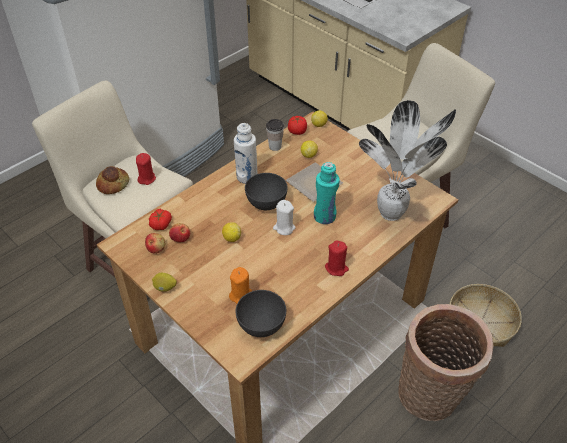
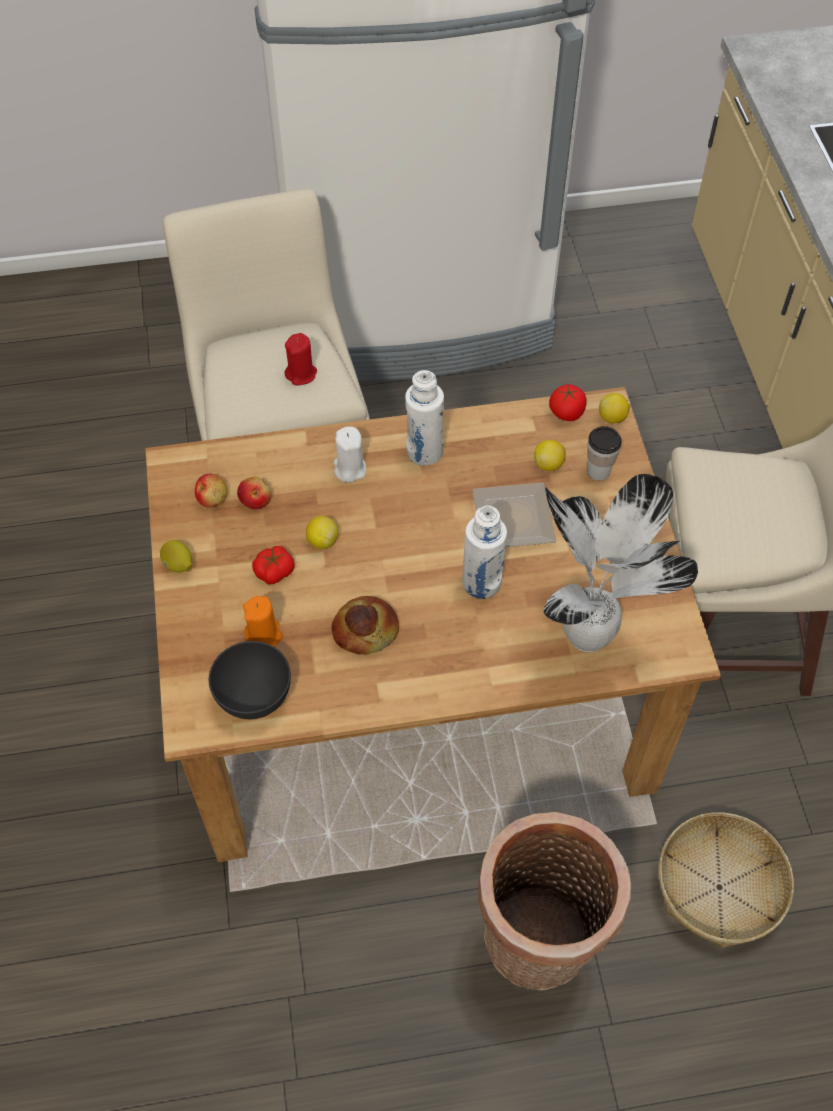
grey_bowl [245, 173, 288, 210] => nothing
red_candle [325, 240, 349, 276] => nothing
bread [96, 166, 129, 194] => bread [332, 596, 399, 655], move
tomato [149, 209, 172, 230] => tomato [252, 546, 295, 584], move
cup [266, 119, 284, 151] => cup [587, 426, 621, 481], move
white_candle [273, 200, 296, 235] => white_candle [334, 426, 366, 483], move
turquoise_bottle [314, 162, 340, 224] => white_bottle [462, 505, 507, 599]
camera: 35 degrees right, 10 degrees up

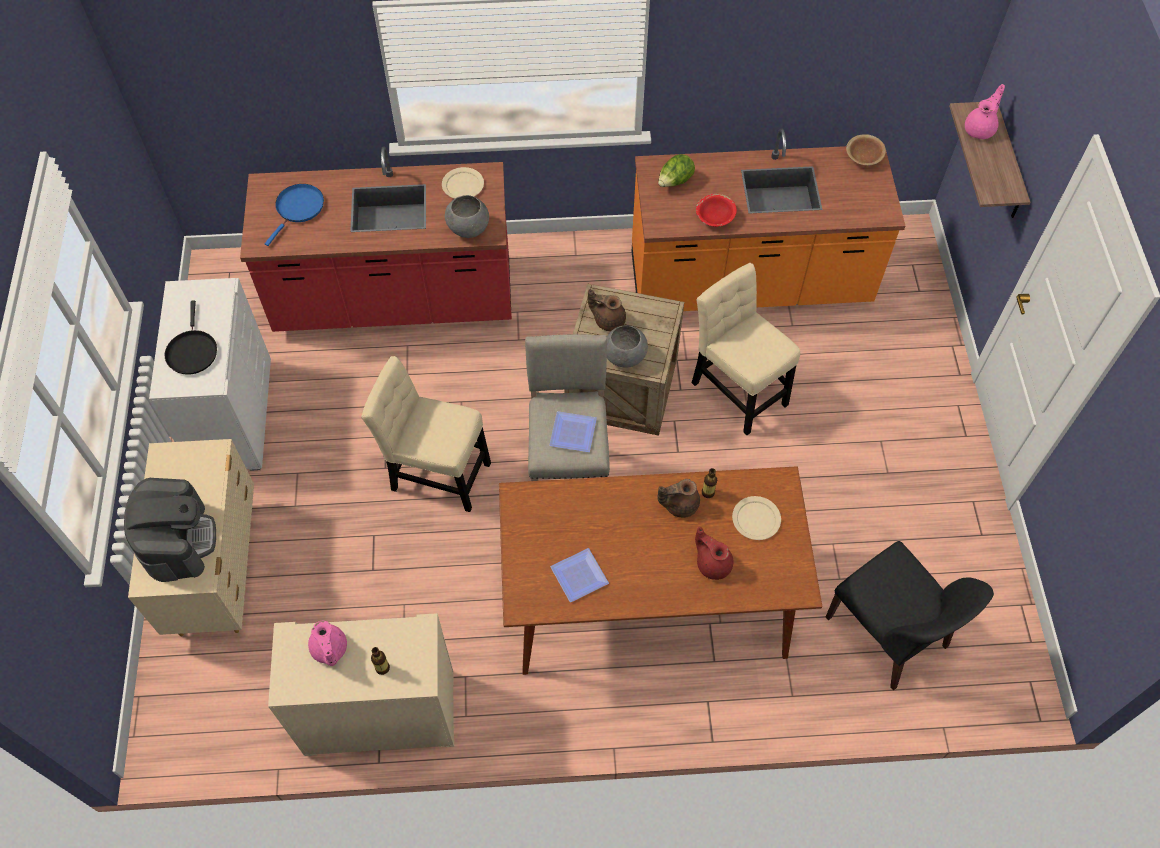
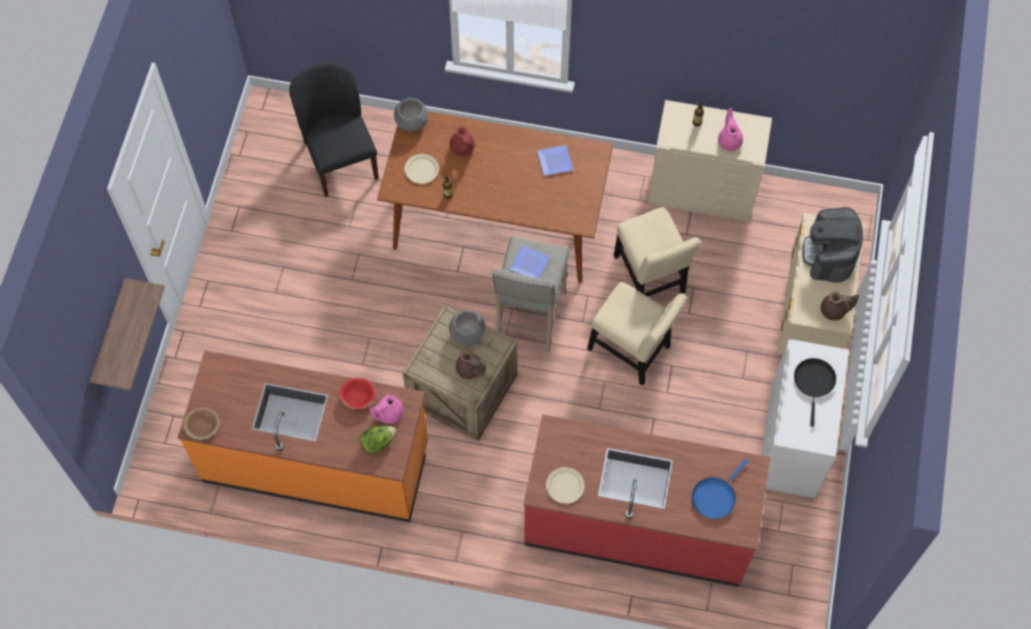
grey_bowl [445, 195, 489, 238] => grey_bowl [394, 98, 428, 132], move
brown_teapot [657, 479, 700, 518] => brown_teapot [821, 292, 859, 321], move
beige_chair [692, 263, 800, 435] => beige_chair [614, 207, 701, 297], move
pink_teapot [965, 84, 1005, 139] => pink_teapot [370, 394, 403, 424], move
camera: 165 degrees left, 5 degrees up

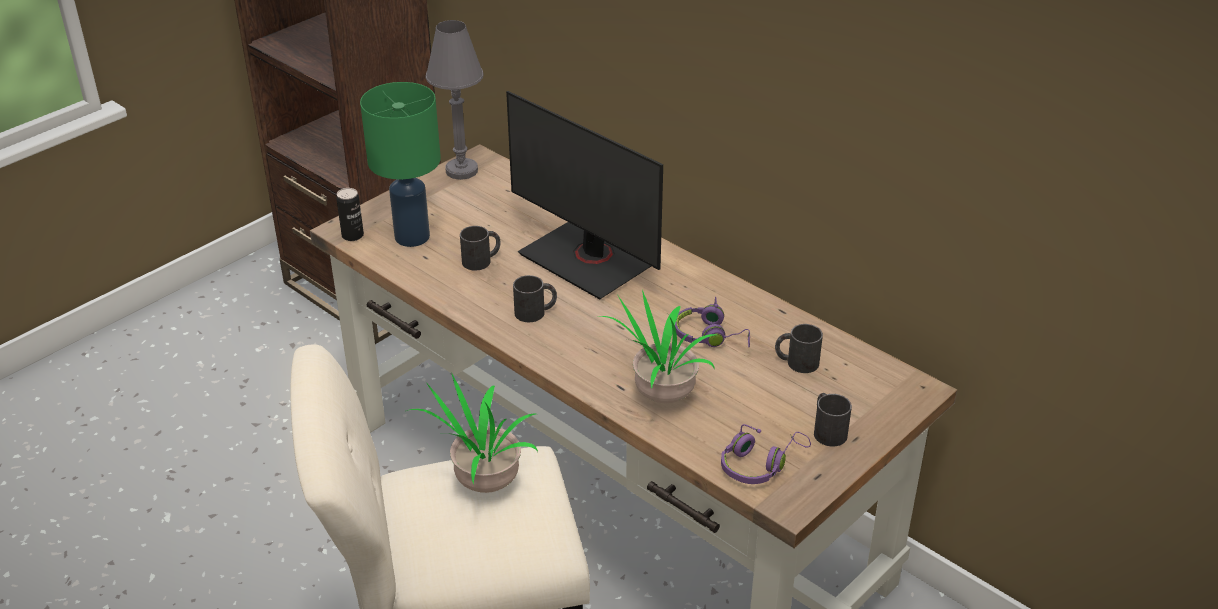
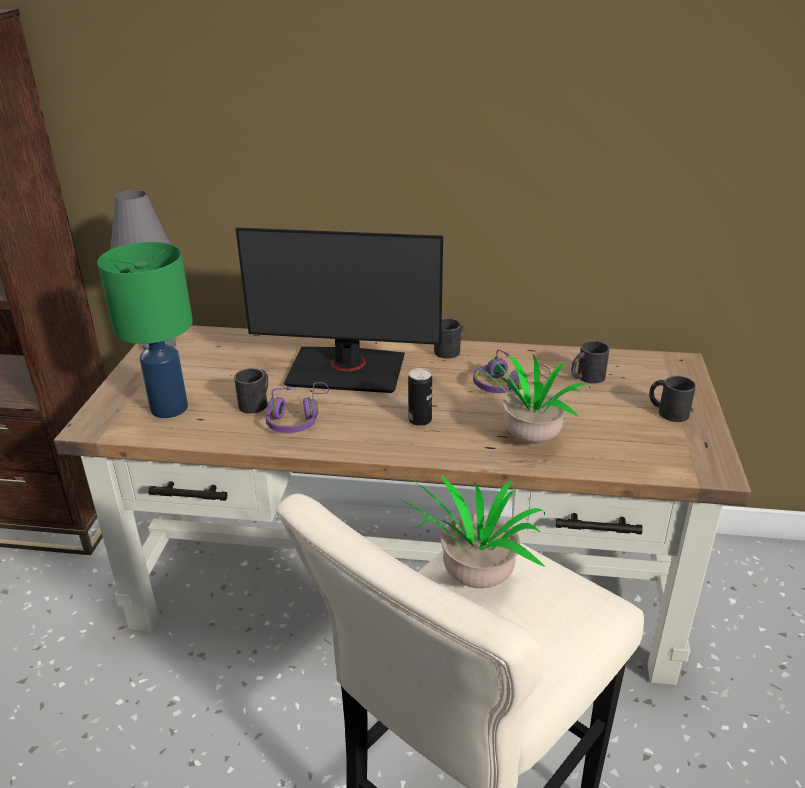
can [336, 188, 364, 241] => can [408, 368, 432, 426], move
black_mug [513, 275, 557, 322] => black_mug [434, 318, 464, 359], move
purple_headphones [721, 424, 811, 484] => purple_headphones [265, 382, 329, 433], move
camera: 35 degrees left, 5 degrees down

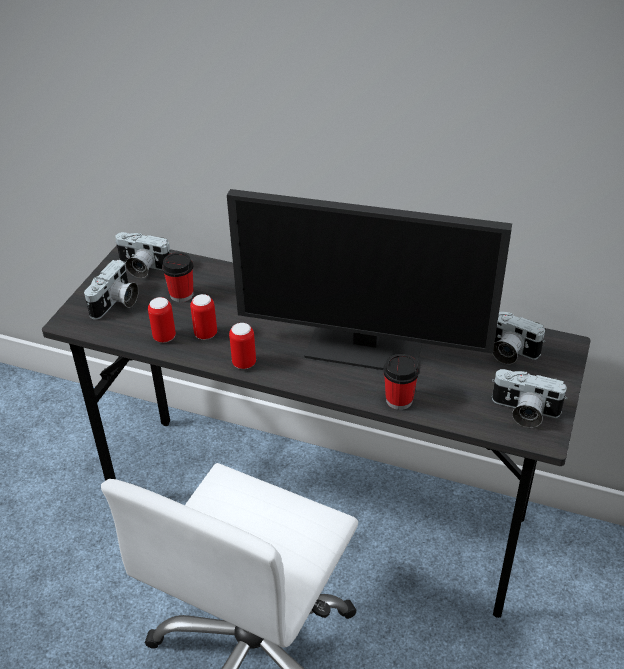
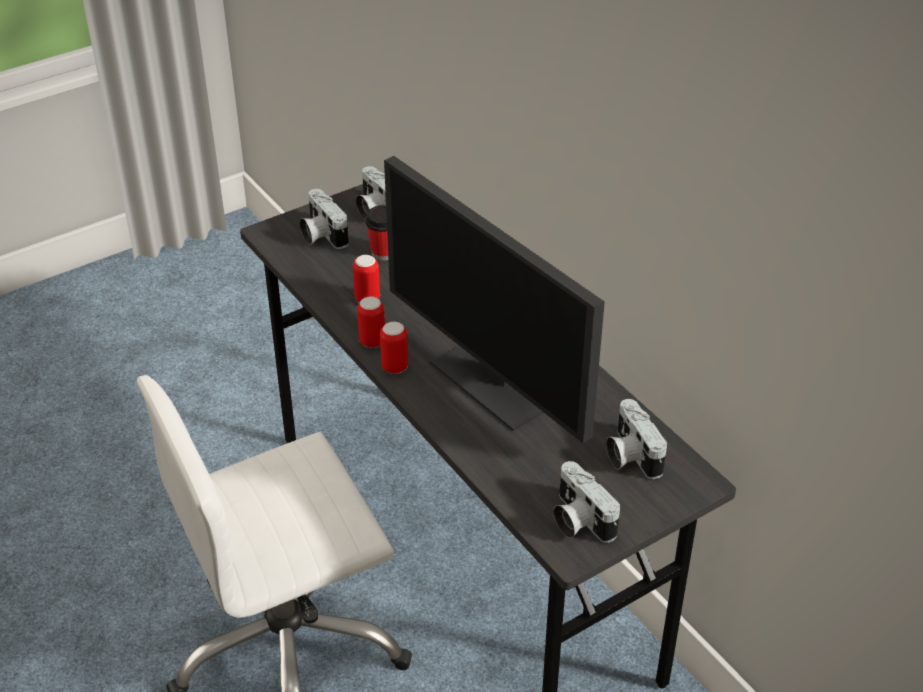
cup [383, 354, 419, 410] => nothing
can [148, 297, 176, 343] => can [380, 322, 408, 374], move
photo_camera [84, 260, 139, 319] => photo_camera [300, 189, 349, 249], 90 degrees clockwise
camera: 35 degrees right, 0 degrees up

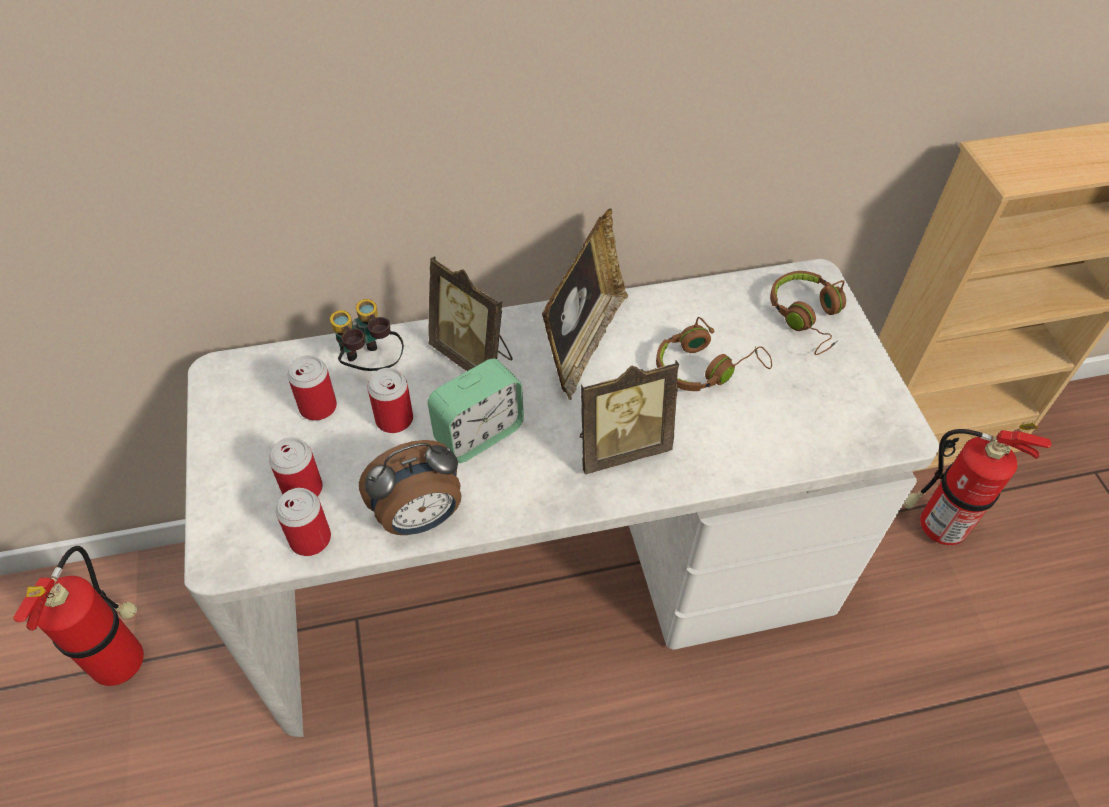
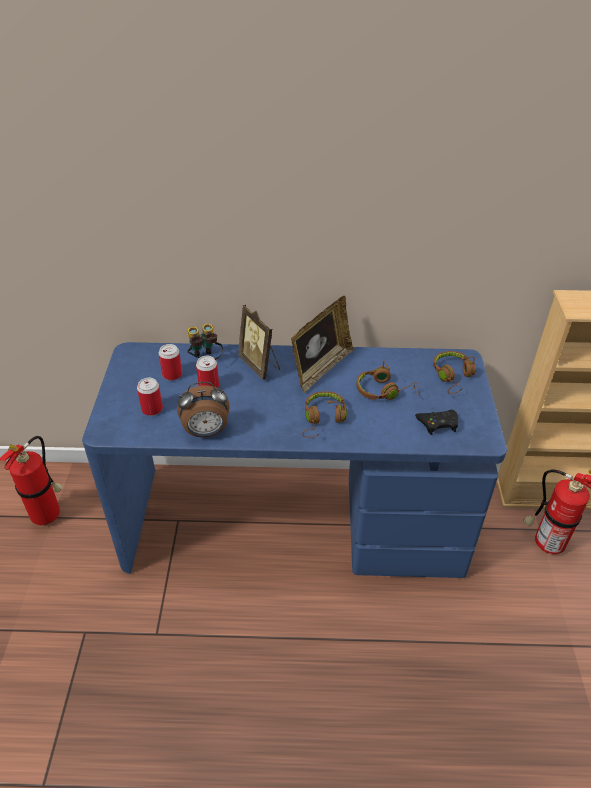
can [276, 488, 331, 556] => nothing
alarm_clock [427, 358, 524, 463] => nothing
nothing => black_game_controller [415, 410, 458, 435]
picture_frame [580, 360, 679, 474] => brown_headphones [302, 391, 347, 437]
white_desk [184, 259, 939, 737] => blue_desk [82, 342, 507, 578]
camera: 15 degrees right, 10 degrees down

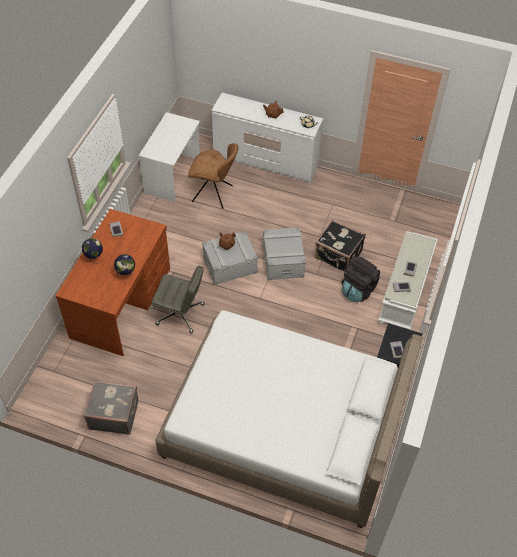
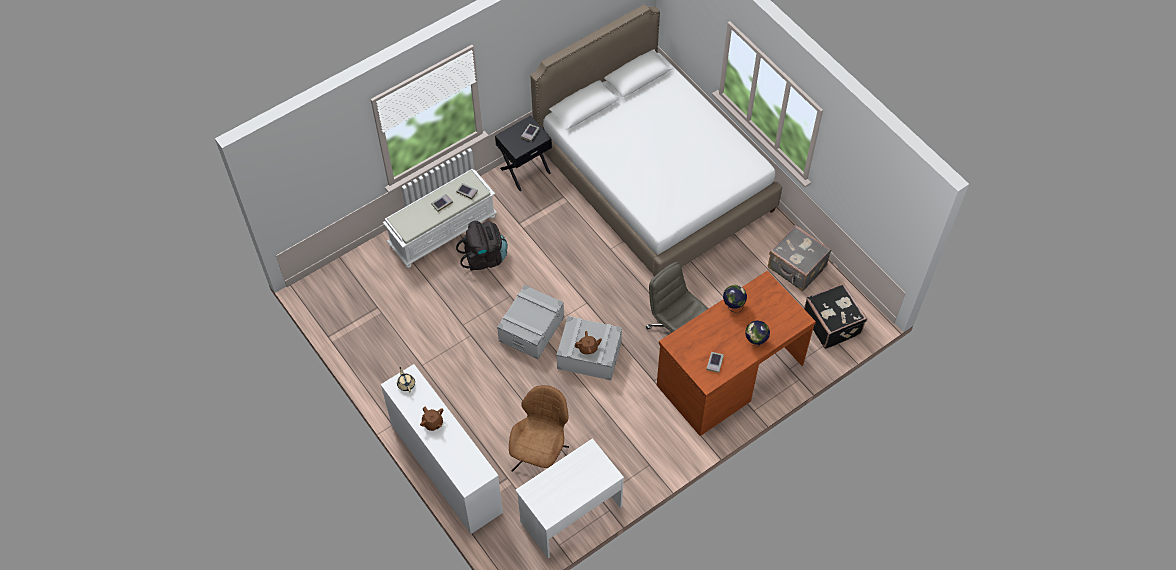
black_suitcase [315, 219, 366, 272] => black_suitcase [804, 283, 867, 349], move
brown_chair [188, 143, 238, 209] => brown_chair [509, 385, 569, 472], 60 degrees clockwise
camera: 145 degrees left, 5 degrees up

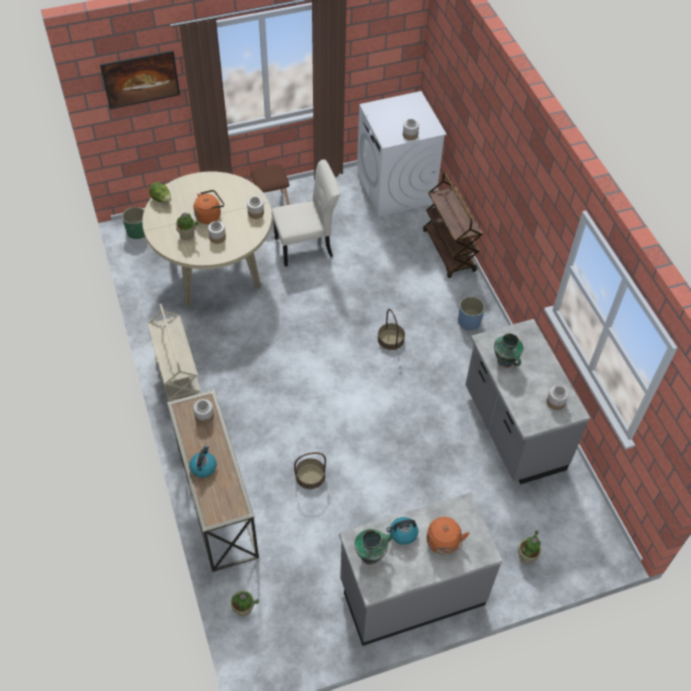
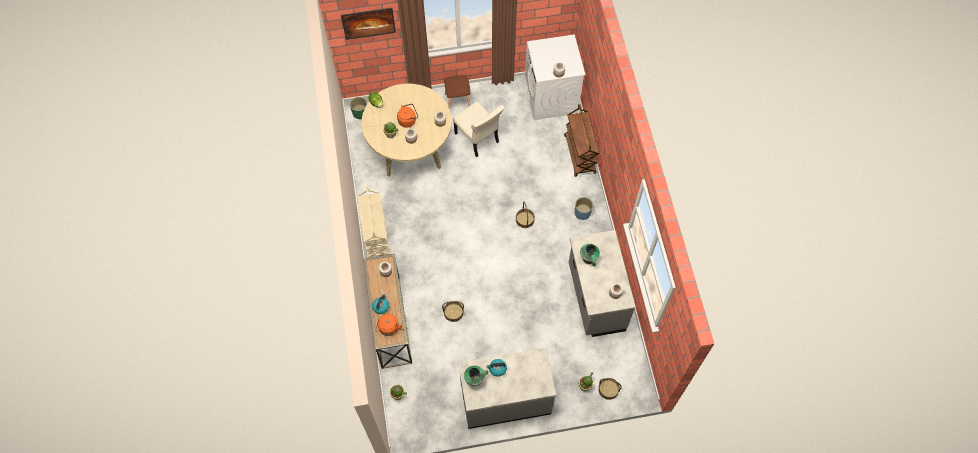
nothing => basket [598, 378, 622, 400]
orange_kettle [427, 517, 469, 555] => orange_kettle [376, 314, 402, 336], move
beige_chair [272, 160, 340, 267] => beige_chair [453, 102, 504, 157], 60 degrees clockwise
camera: 10 degrees right, 10 degrees up

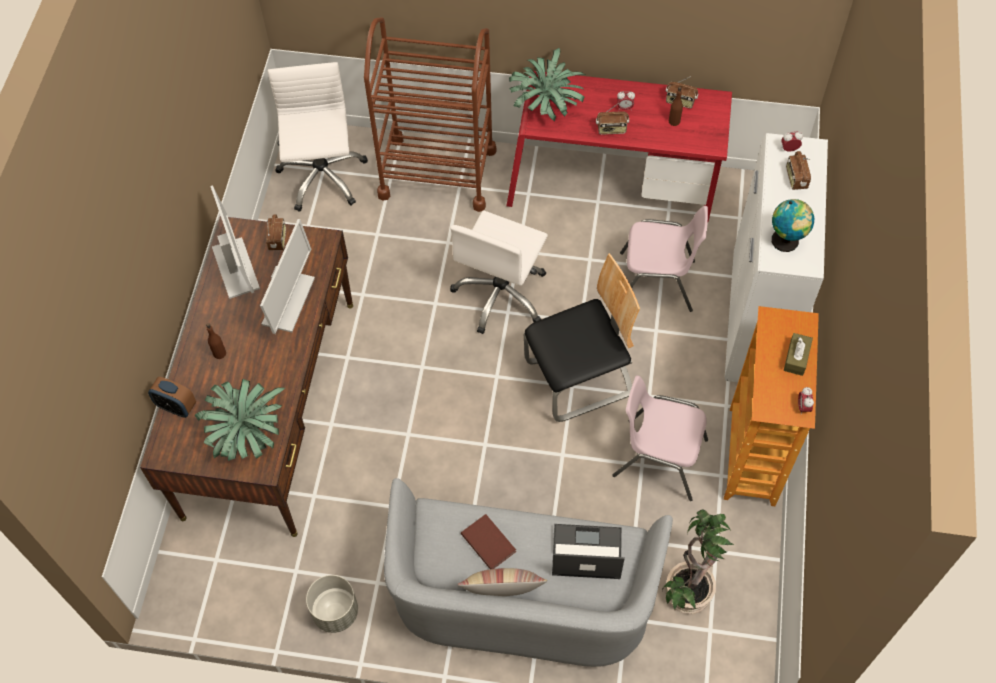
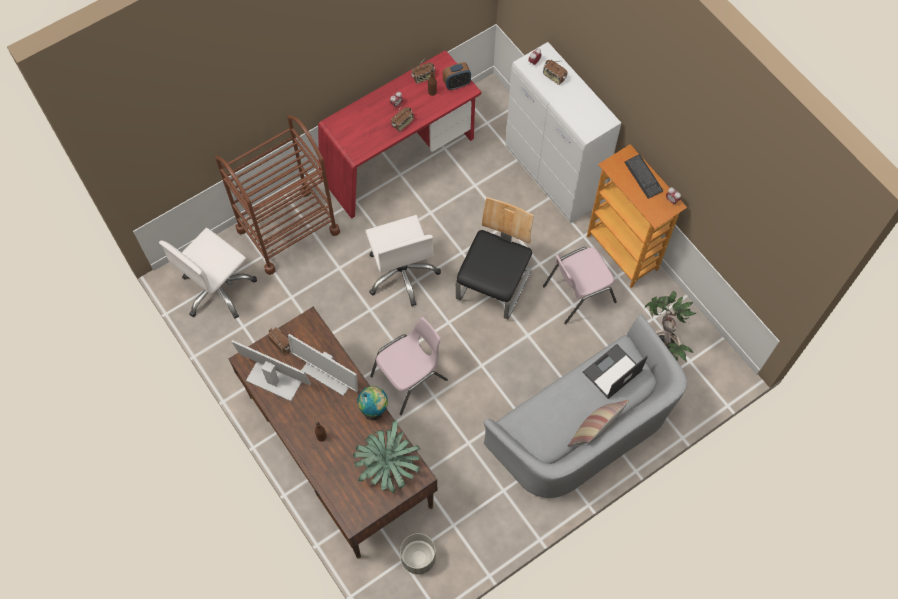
brown_book [461, 514, 516, 569] => nothing
potted_plant [509, 48, 585, 121] => nothing
alarm_clock [148, 377, 196, 418] => alarm_clock [443, 62, 471, 90], move
grey_planter [306, 575, 358, 633] => grey_planter [400, 533, 436, 574], move
pink_chair [620, 206, 708, 312] => pink_chair [370, 317, 448, 415], move
globe [772, 199, 814, 252] => globe [357, 386, 388, 420], move
brown_tissue_box [784, 333, 813, 376] => keyboard [624, 154, 663, 199]
monitor [260, 219, 315, 334] => monitor [288, 334, 358, 396], 150 degrees clockwise
white_office_chair [268, 62, 368, 212] => white_office_chair [159, 228, 257, 319], 90 degrees counterclockwise
camera: 45 degrees left, 5 degrees up

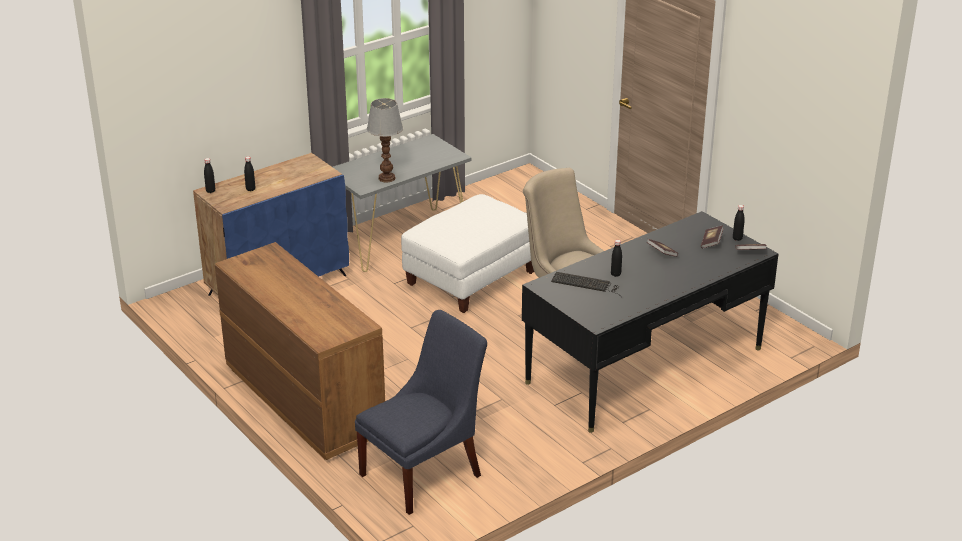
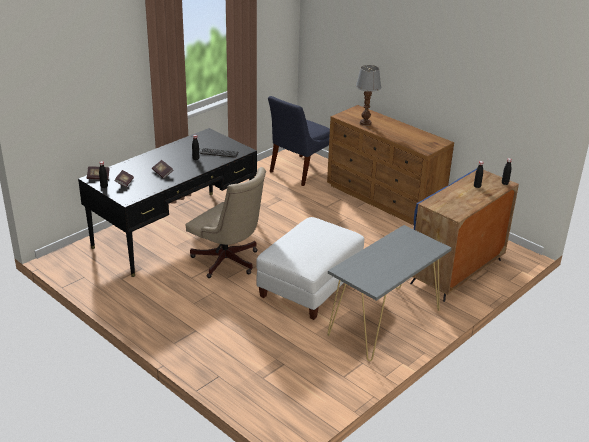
table_lamp [367, 98, 403, 182] => table_lamp [356, 65, 381, 126], move
camera: 170 degrees right, 0 degrees up

